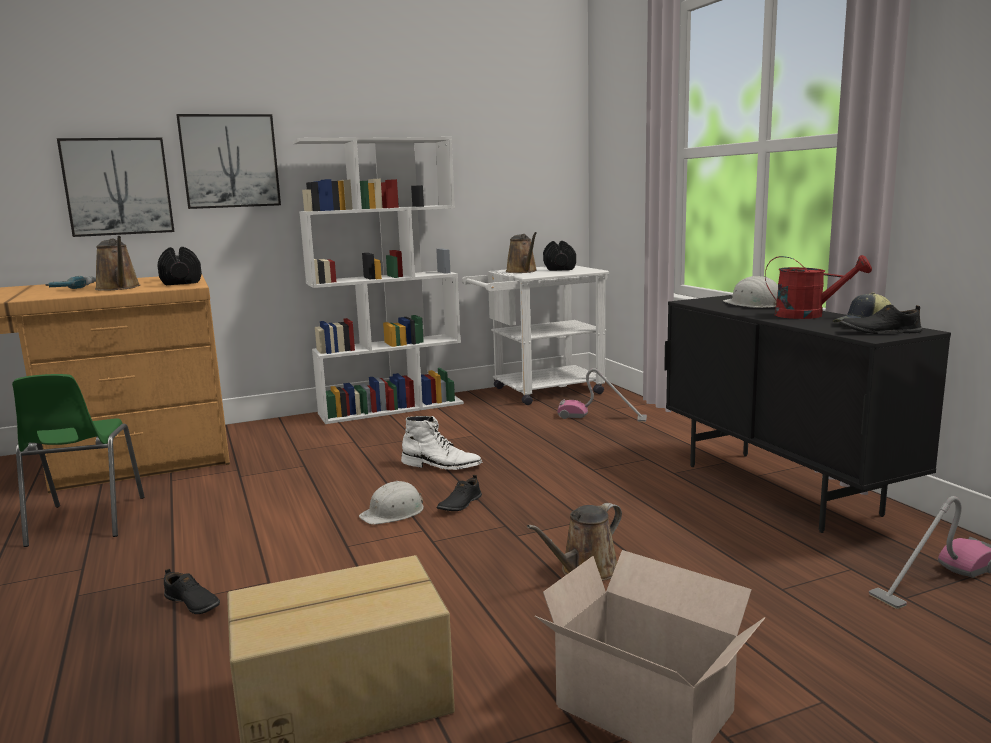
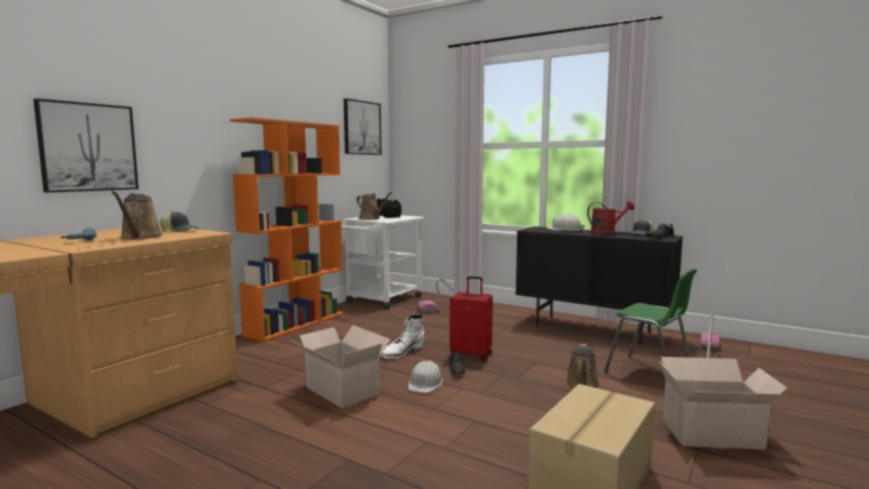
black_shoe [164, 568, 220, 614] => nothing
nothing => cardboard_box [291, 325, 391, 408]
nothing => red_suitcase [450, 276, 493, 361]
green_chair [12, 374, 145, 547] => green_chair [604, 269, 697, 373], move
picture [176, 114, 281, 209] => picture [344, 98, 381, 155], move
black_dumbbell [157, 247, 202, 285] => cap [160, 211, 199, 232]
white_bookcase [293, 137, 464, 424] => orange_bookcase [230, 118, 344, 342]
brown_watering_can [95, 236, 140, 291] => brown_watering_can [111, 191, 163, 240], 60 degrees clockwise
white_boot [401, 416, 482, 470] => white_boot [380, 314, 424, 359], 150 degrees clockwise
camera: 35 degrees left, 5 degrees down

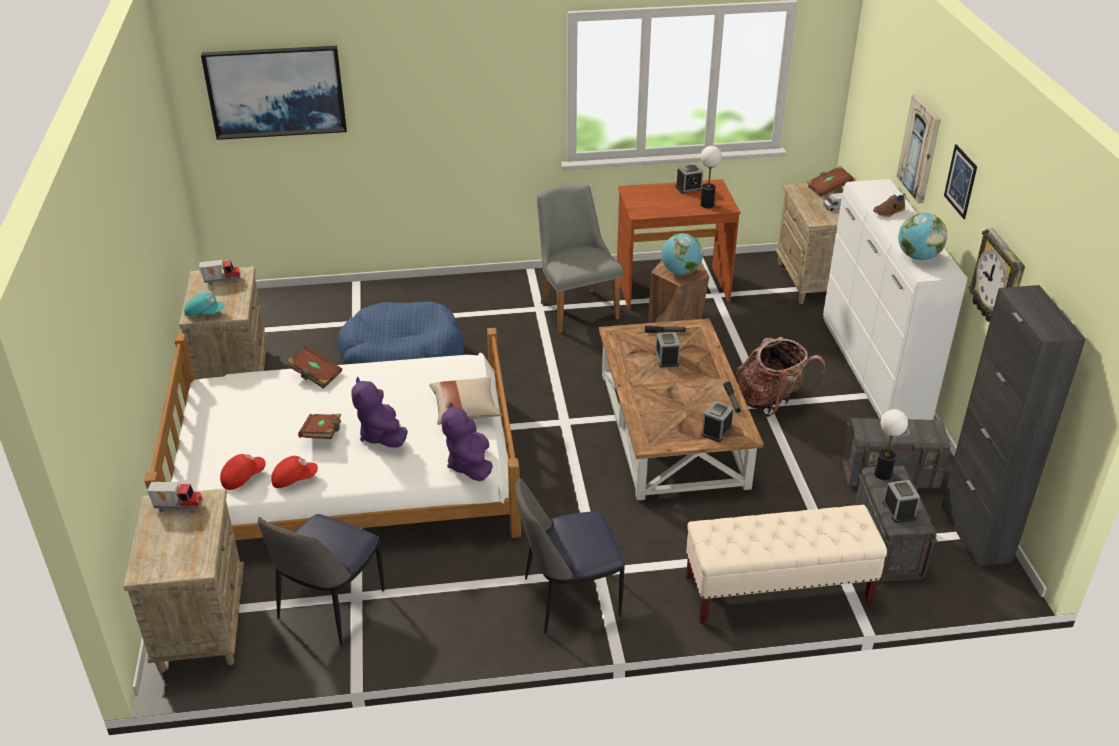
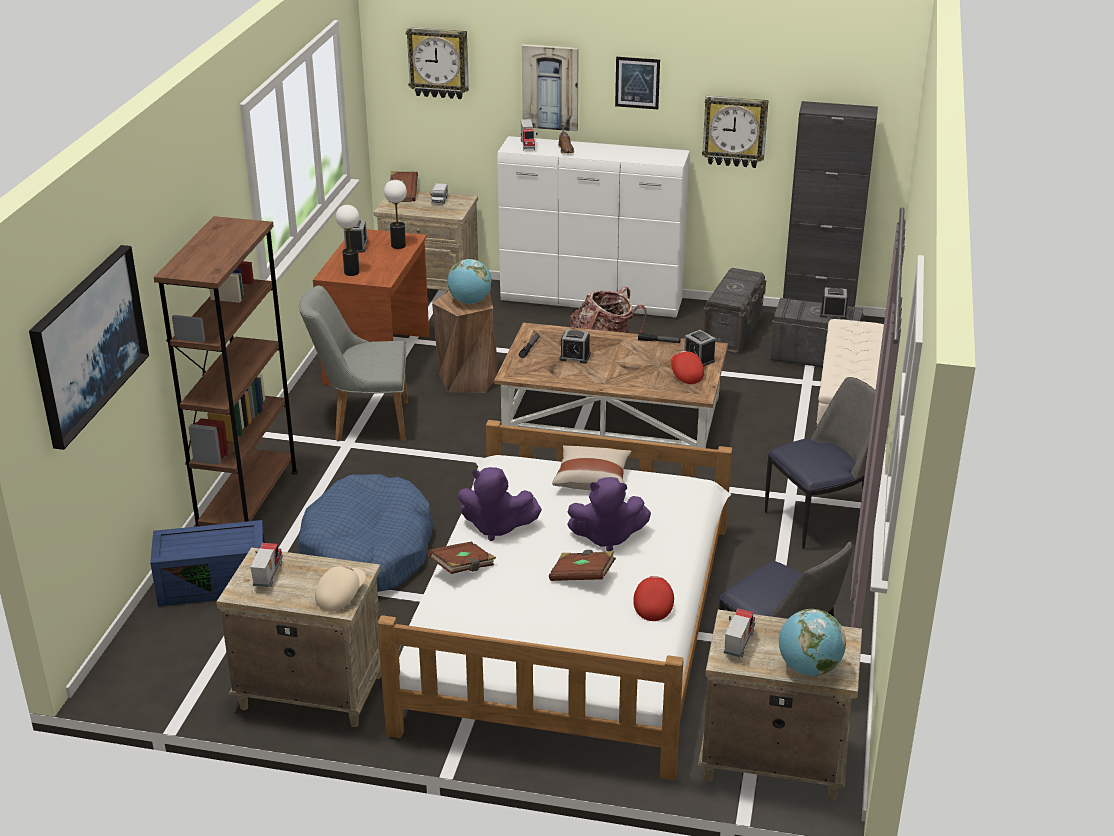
nothing => blue_storage_box [150, 520, 265, 606]
nothing => brown_bookcase [154, 216, 298, 527]
nothing => wall_clock [406, 27, 469, 99]
nothing => toy_truck [521, 119, 538, 150]
red_cap [220, 454, 266, 490] => red_cap [671, 351, 704, 384], move
purple_plush_toy [442, 403, 493, 481] => purple_plush_toy [458, 467, 542, 541], move
table_lamp [874, 409, 908, 480] => table_lamp [336, 205, 360, 276], move
globe [898, 213, 947, 260] => globe [779, 609, 846, 676], move
turquoise_cap [184, 292, 225, 316] => beige_cap [315, 565, 366, 612]
chair [515, 478, 625, 634] => chair [765, 377, 875, 549], 120 degrees counterclockwise
camera: 70 degrees left, 5 degrees down

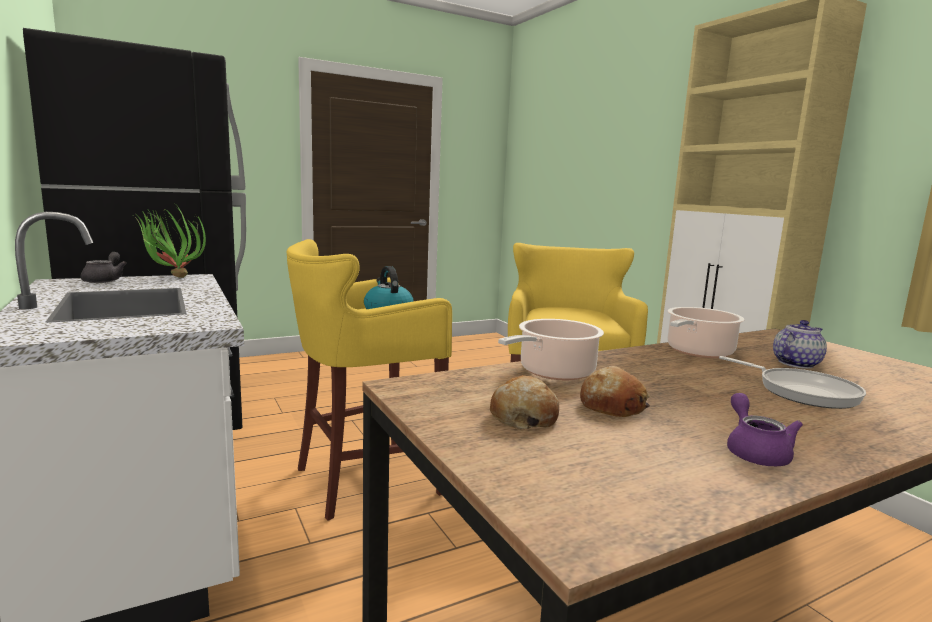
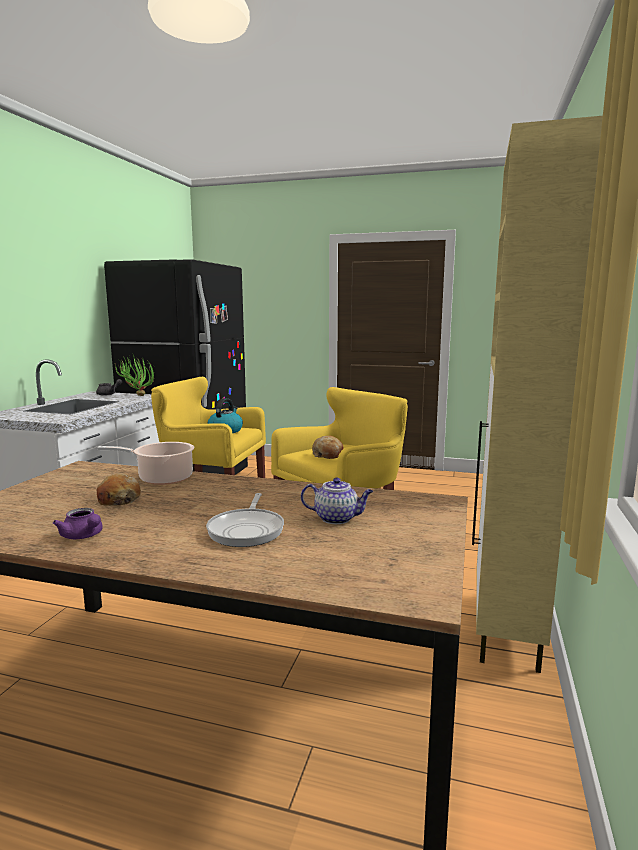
cooking_pot [667, 307, 745, 358] => nothing
bread [490, 375, 559, 430] => bread [312, 436, 344, 459], move
purple_teapot [727, 393, 803, 466] => purple_teapot [53, 508, 103, 539], 90 degrees clockwise
camera: 45 degrees right, 0 degrees up

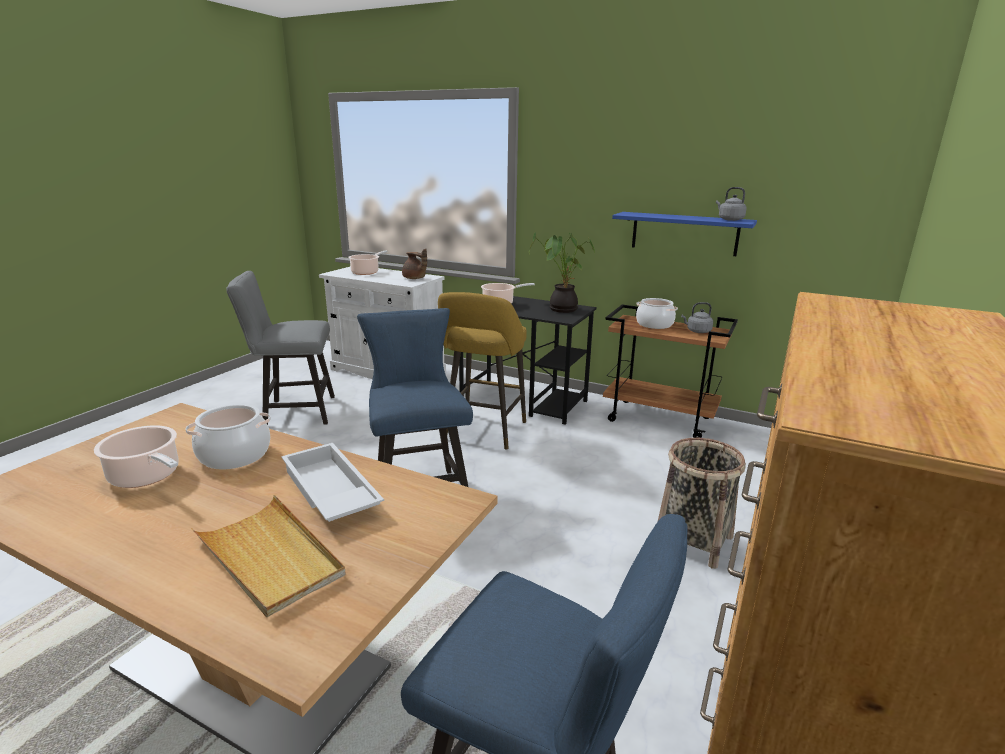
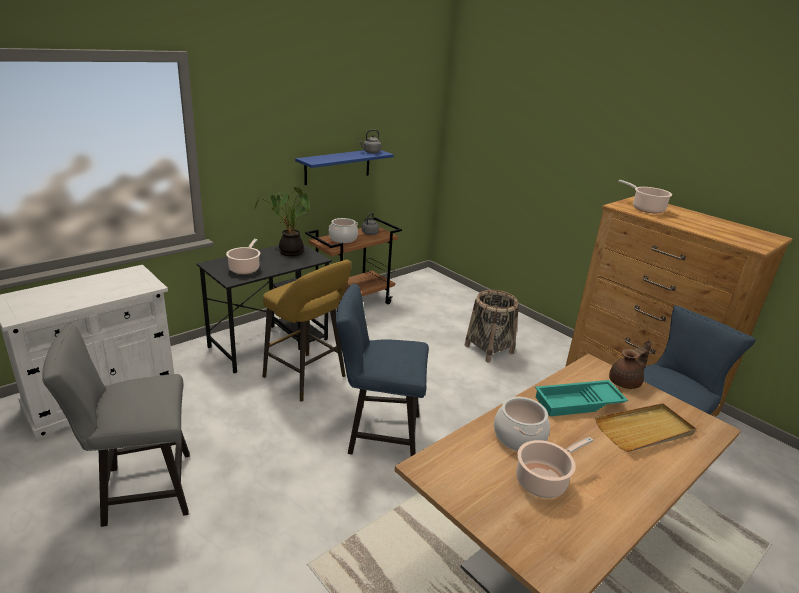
cooking_pot [348, 251, 387, 275] => cooking_pot [618, 180, 672, 213], move
brown_teapot [402, 249, 427, 279] => brown_teapot [609, 340, 652, 389], move
white_tray [281, 443, 384, 522] => turquoise_tray [535, 380, 628, 417]
grey_chair [226, 271, 335, 425] => grey_chair [42, 324, 190, 527], 60 degrees clockwise
camera: 70 degrees left, 5 degrees up

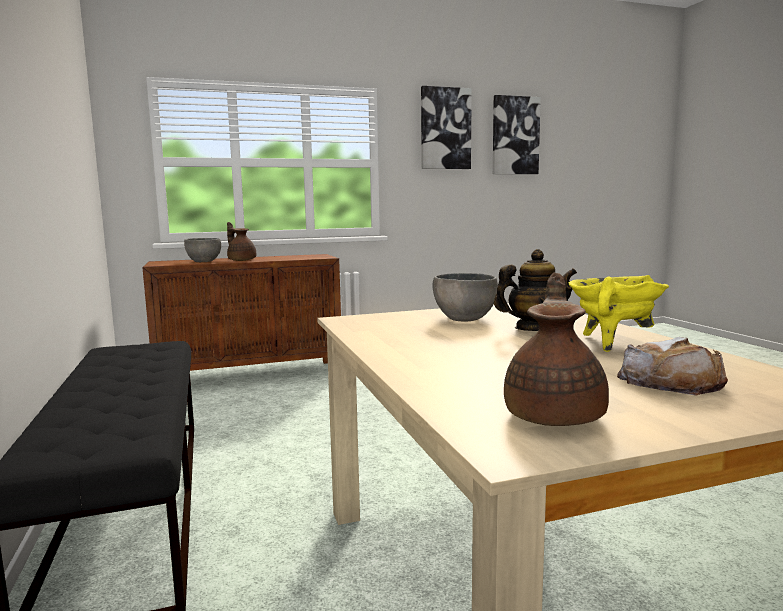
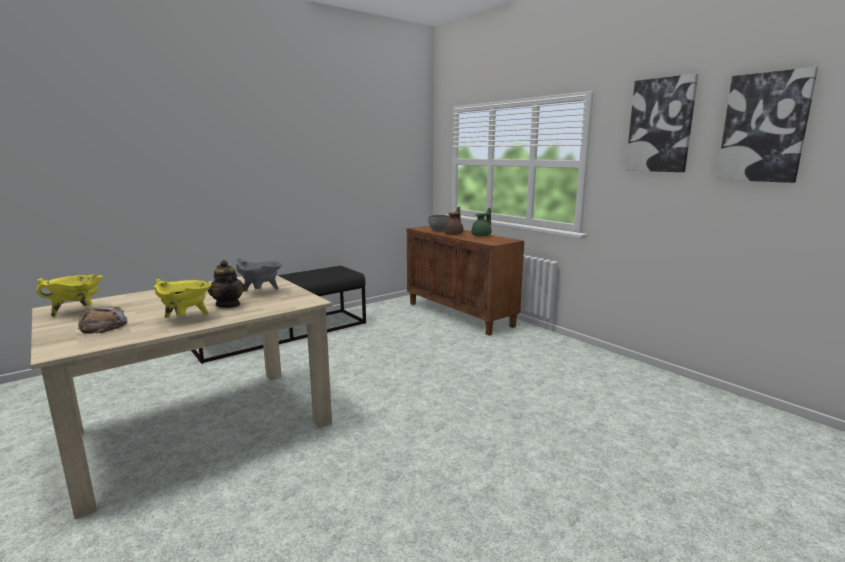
nothing => green_teapot [472, 208, 492, 236]
grey_bowl [433, 273, 498, 321] => grey_cooking_pot [236, 258, 282, 291]
brown_teapot [504, 273, 609, 426] => yellow_cooking_pot [37, 275, 103, 317]
camera: 70 degrees right, 5 degrees up

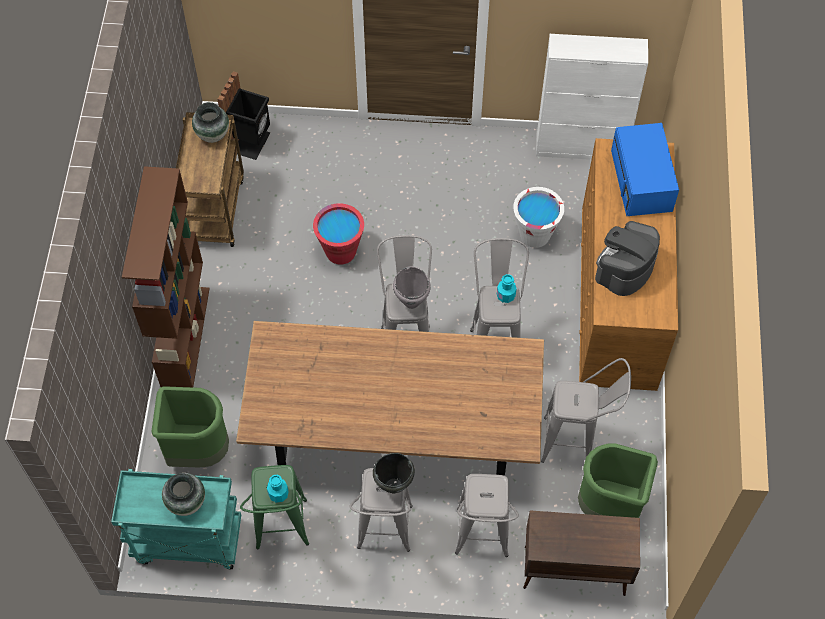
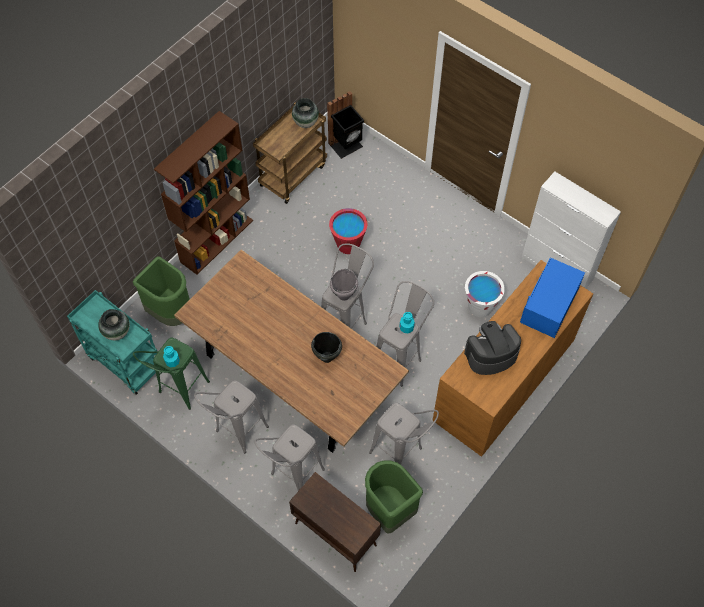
black_cooking_pot [373, 453, 415, 493] => black_cooking_pot [311, 332, 342, 363], move
camera: 35 degrees right, 0 degrees up

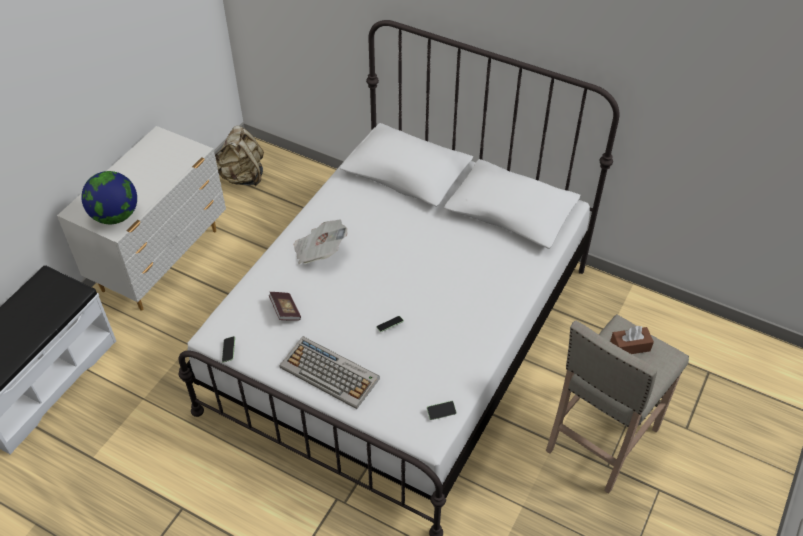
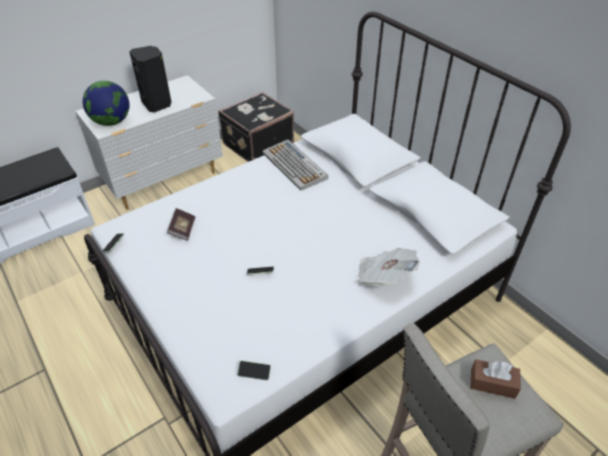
nothing => black_speaker [129, 46, 172, 112]
keyboard [279, 336, 380, 409] => keyboard [262, 140, 328, 191], move
newspaper [293, 219, 347, 264] => newspaper [357, 248, 420, 287], move
beige_backpack [215, 126, 264, 186] => black_suitcase [218, 92, 294, 162]
camera: 25 degrees right, 5 degrees down

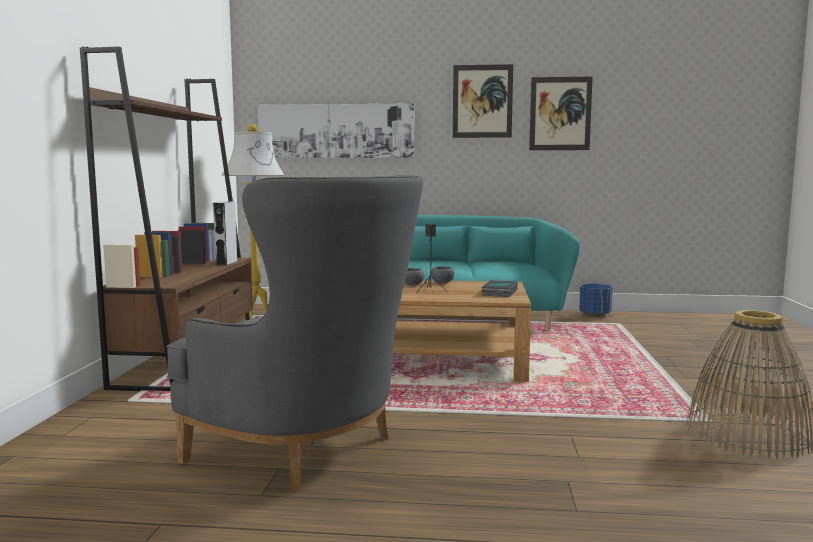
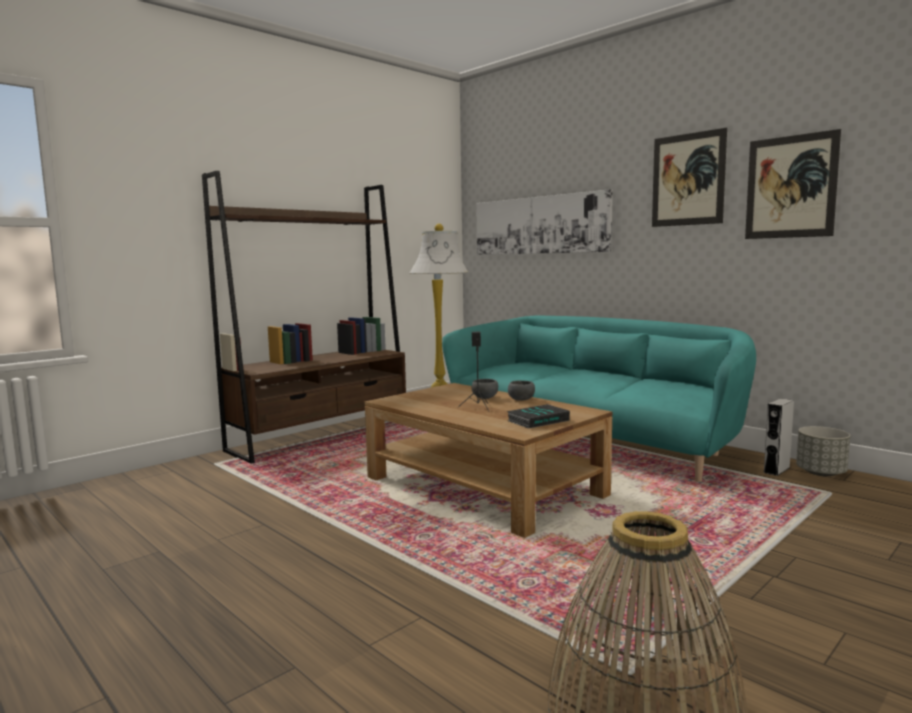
grey_armchair [166, 175, 423, 491] => nothing
grey_speaker [213, 201, 238, 266] => grey_speaker [763, 398, 794, 476], move
blue_planter [579, 284, 613, 317] => grey_planter [796, 426, 850, 476]
camera: 40 degrees right, 0 degrees up

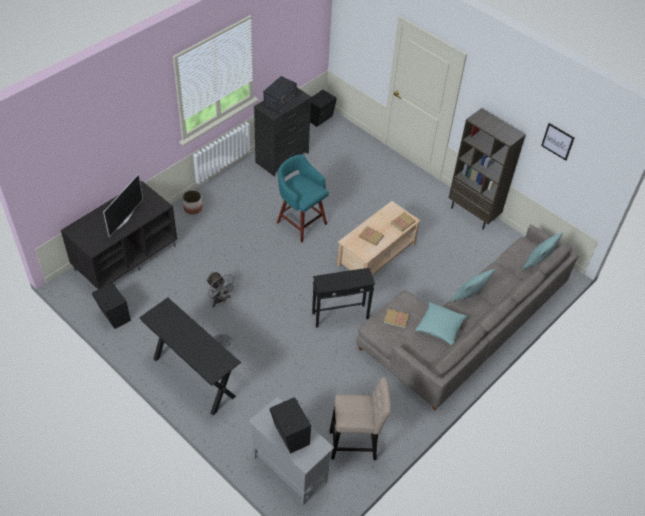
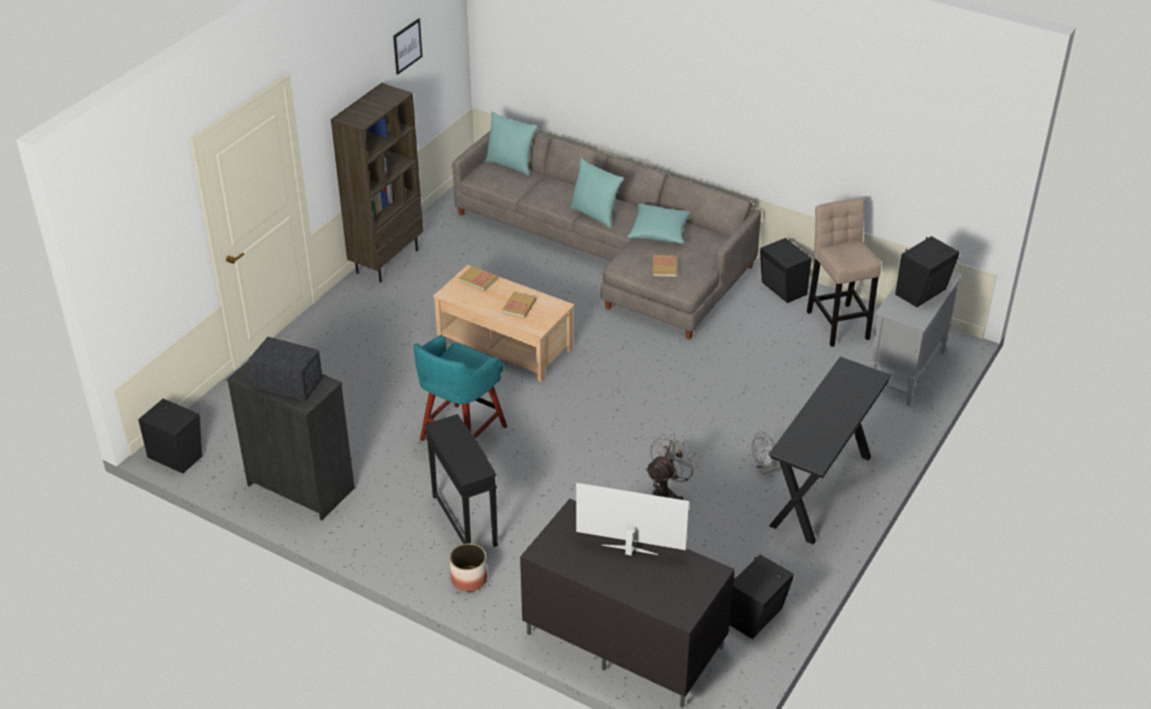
nothing => black_speaker [760, 238, 812, 303]
black_side_table [312, 268, 375, 328] => black_side_table [425, 414, 498, 547], move
camera: 100 degrees left, 10 degrees down

